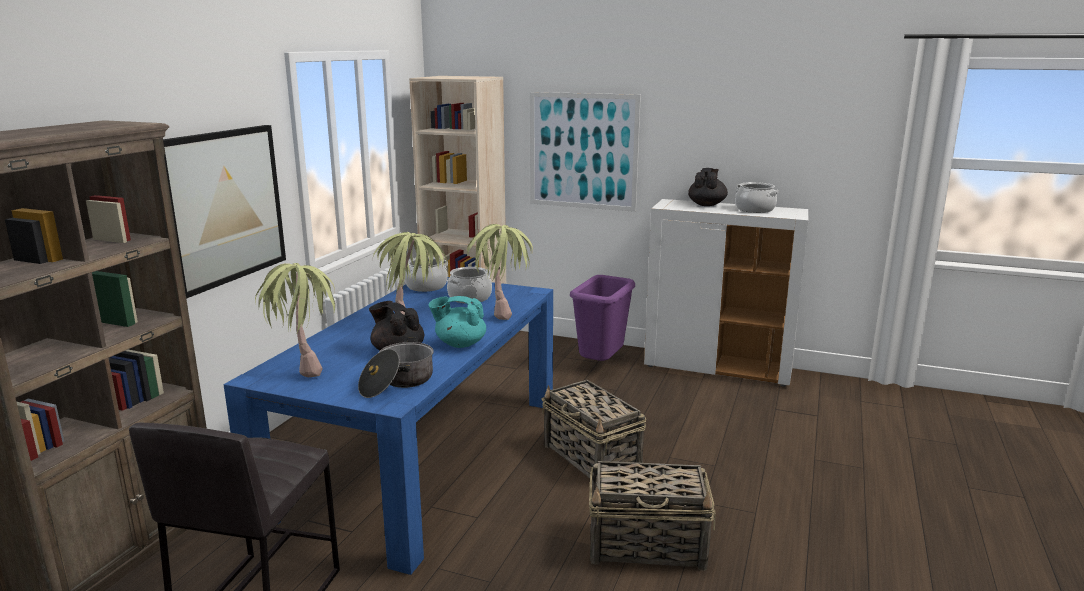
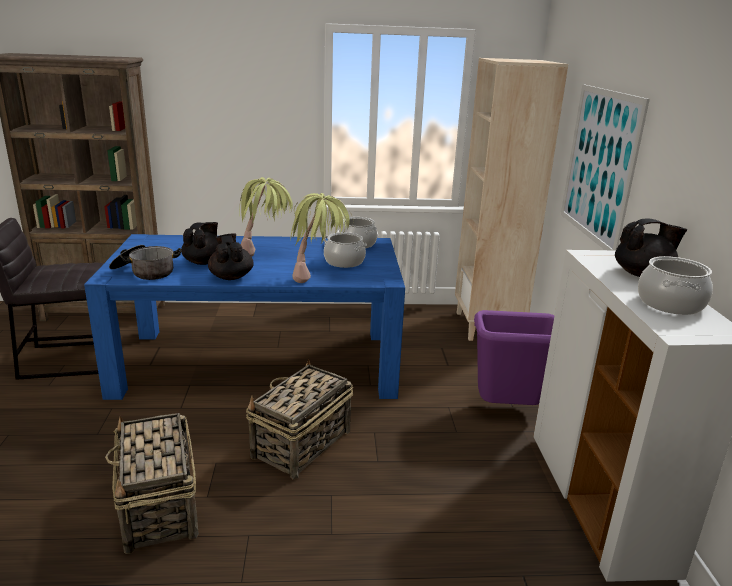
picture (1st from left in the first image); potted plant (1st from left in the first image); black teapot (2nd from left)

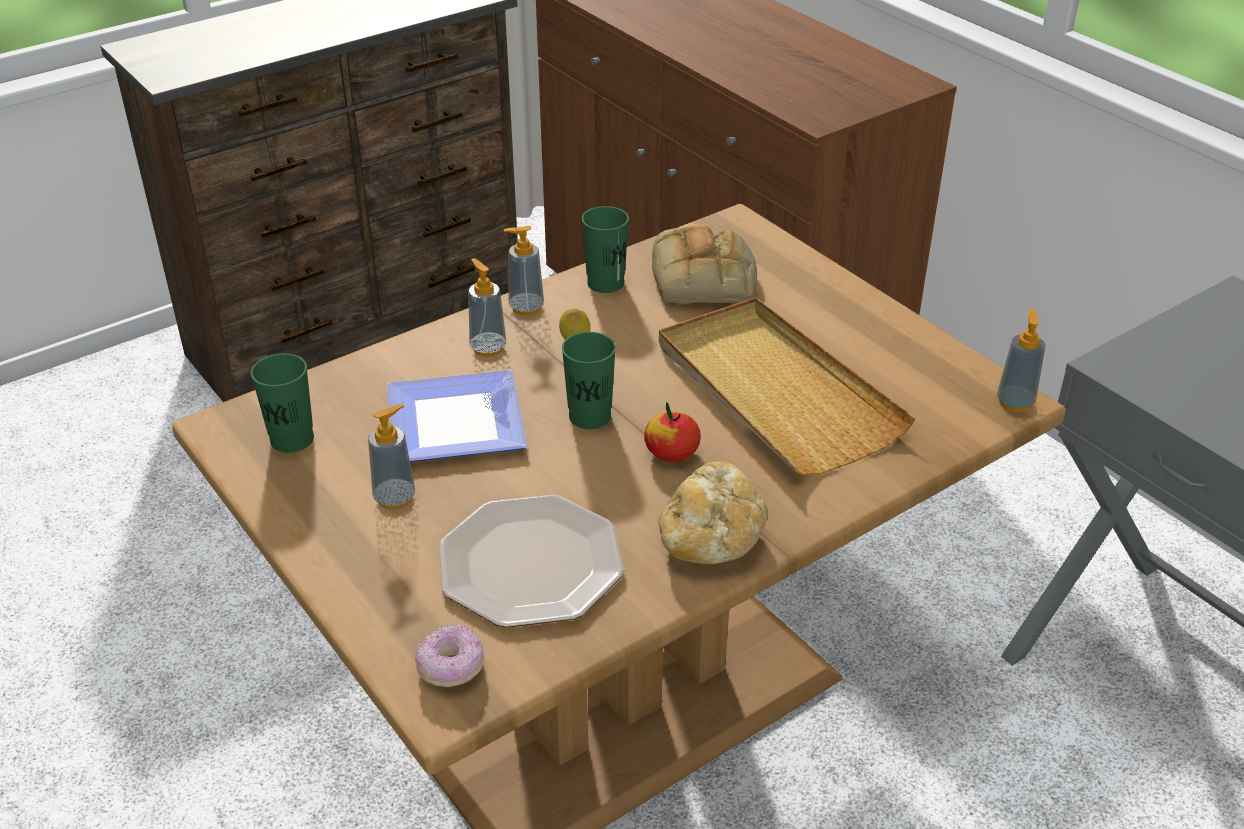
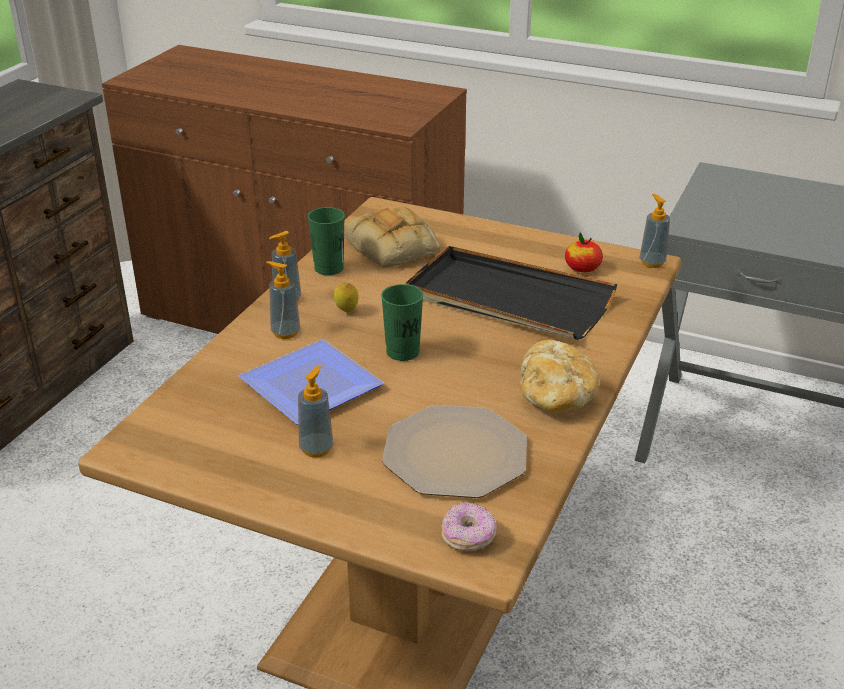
green cup (1st from left in the first image); apple; black tray

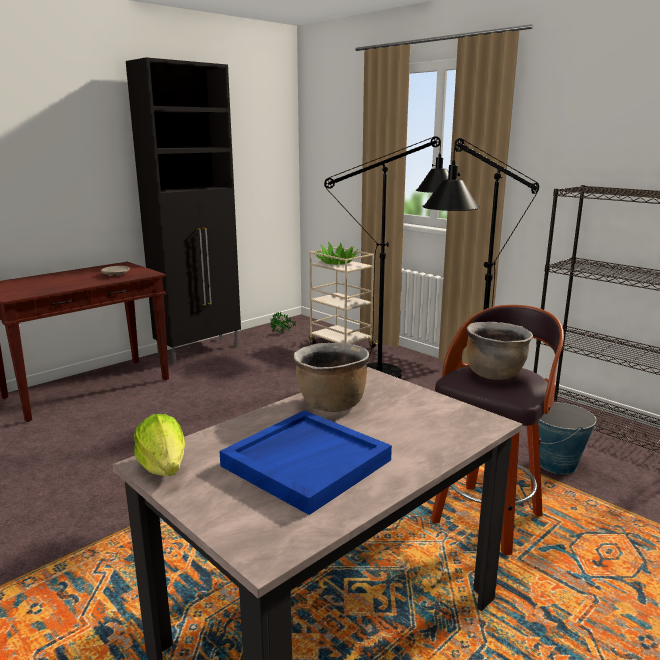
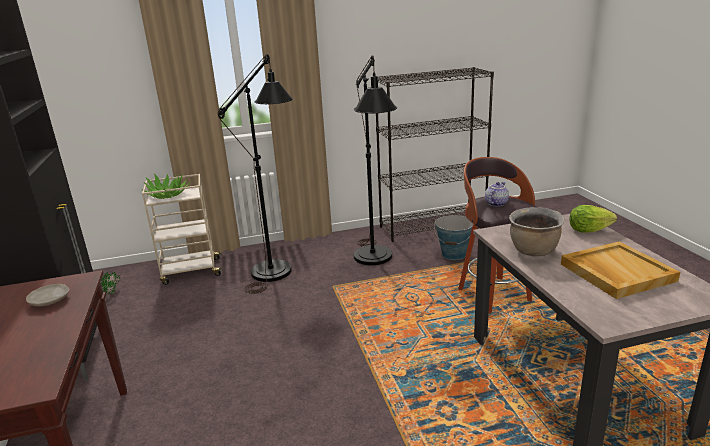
lettuce; beige tray; teapot

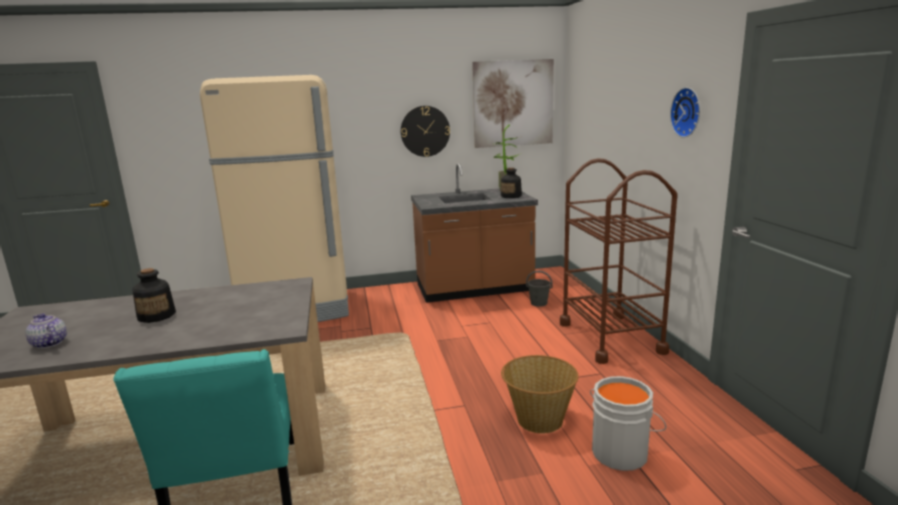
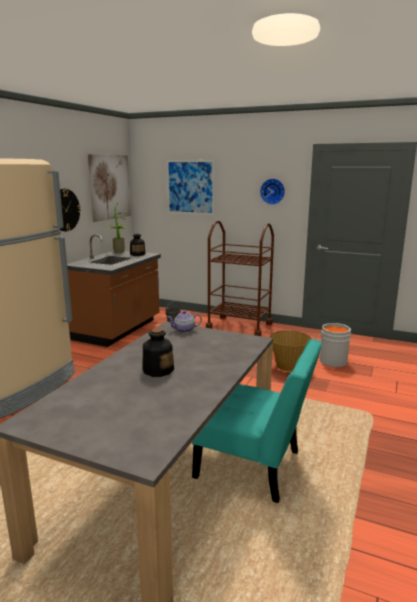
teapot; picture (2nd from left)

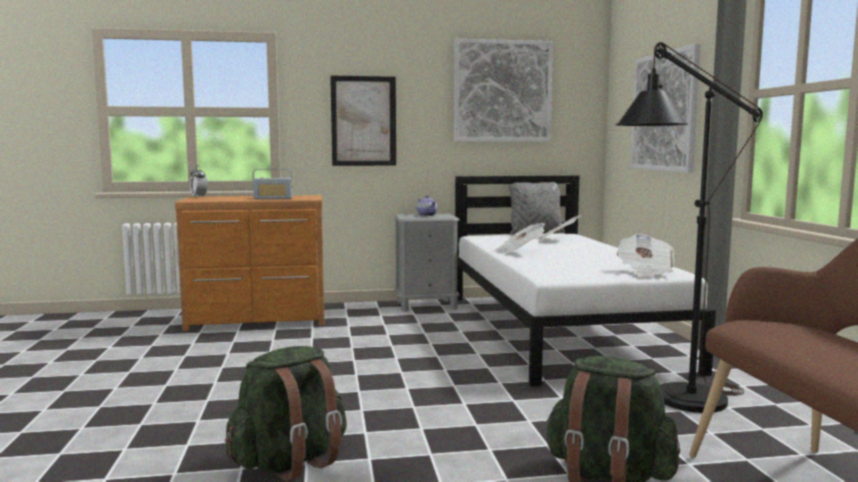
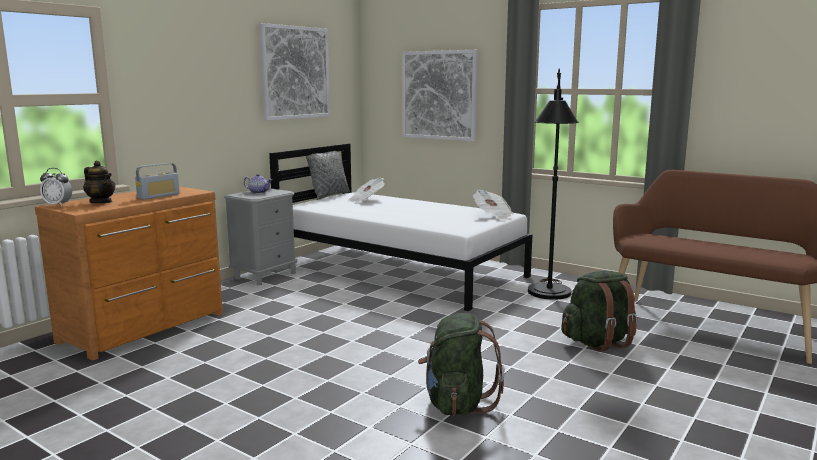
picture (1st from left in the first image); newspaper (1st from left in the first image); teapot (1st from left)

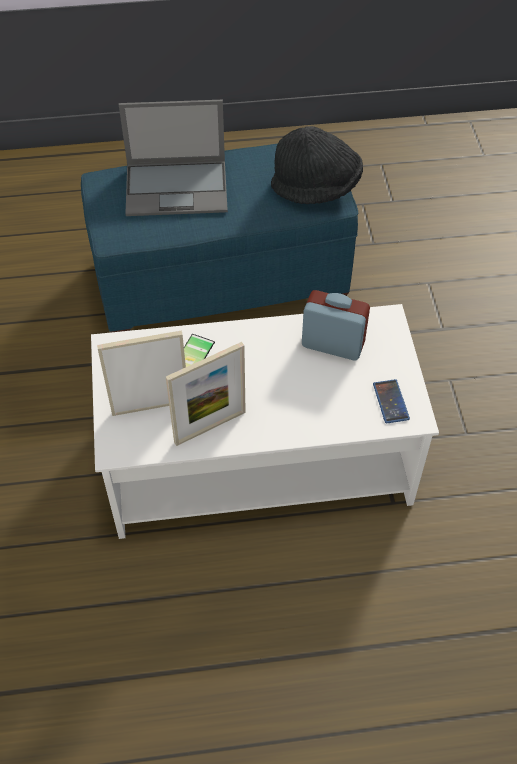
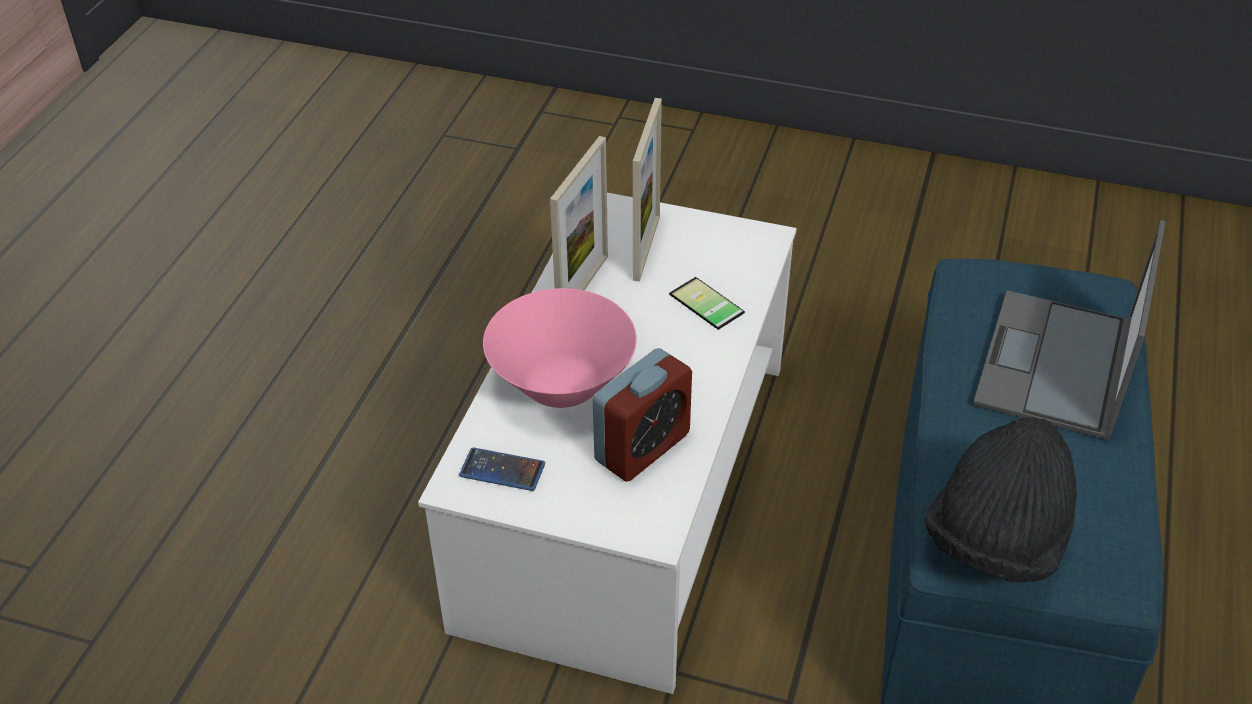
picture frame (1st from left); pink bowl

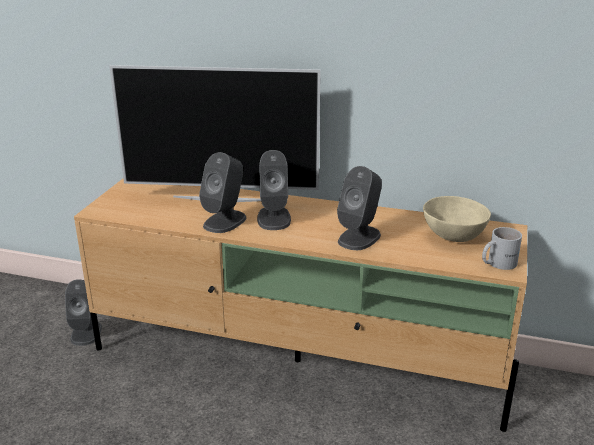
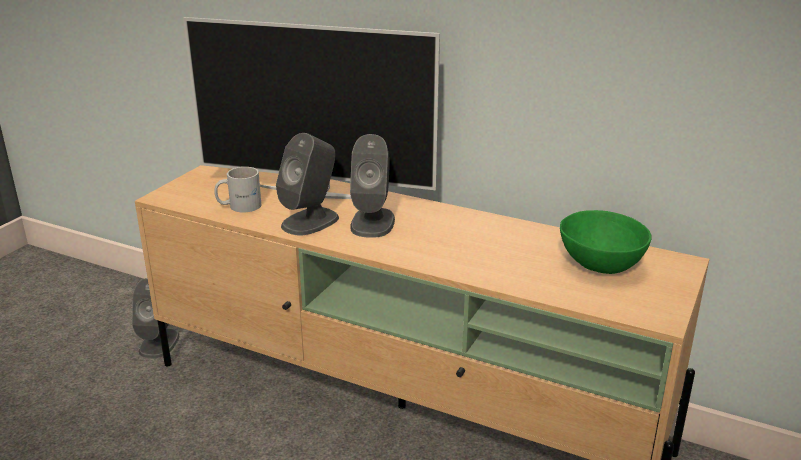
grey speaker (4th from left in the first image); green bowl; white mug

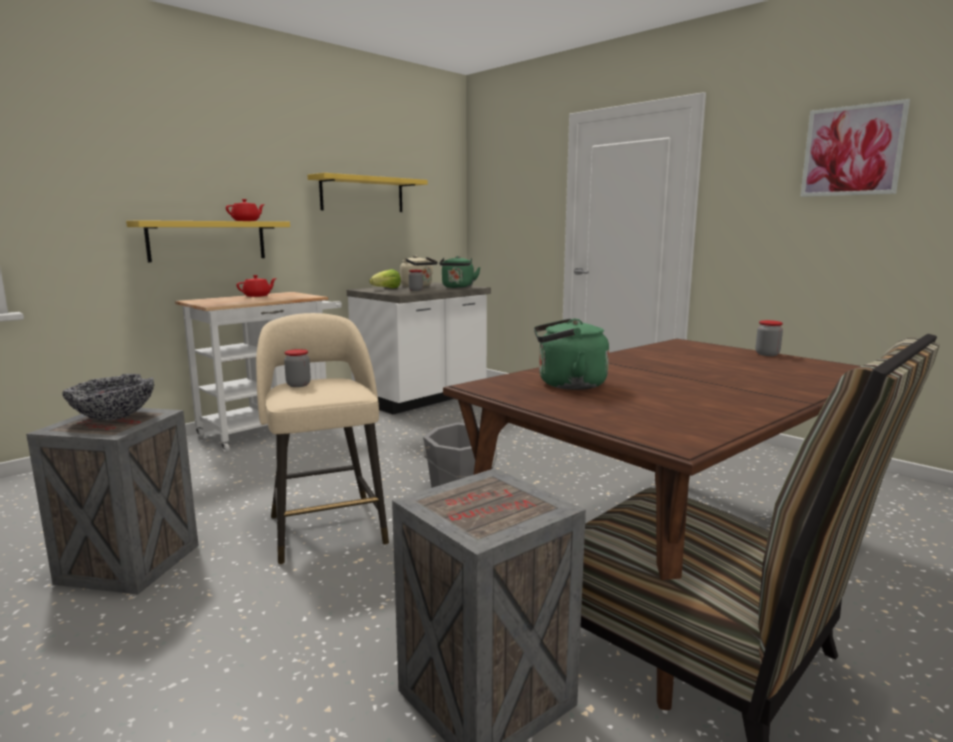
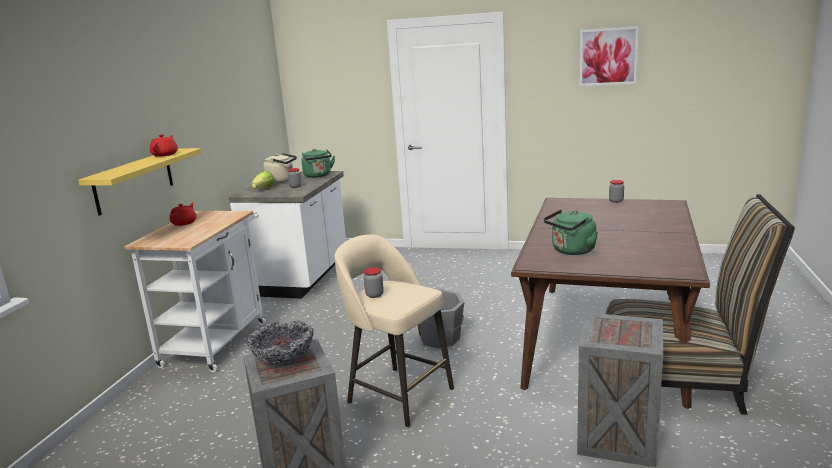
yellow shelf (2nd from left in the first image)

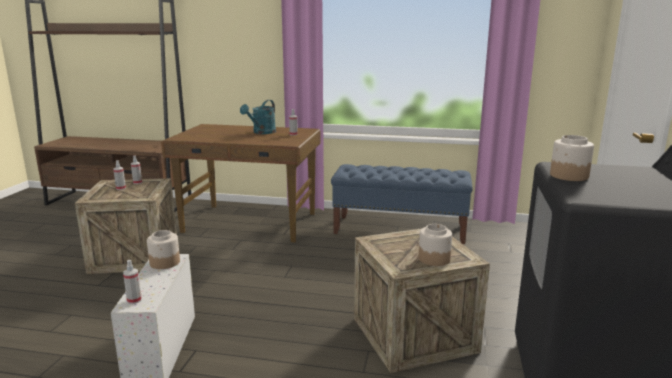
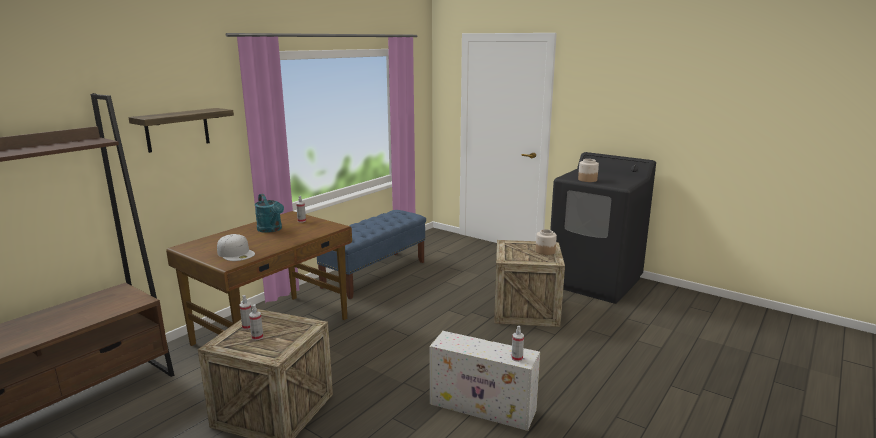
jar (1st from left in the first image); shelf; white cap

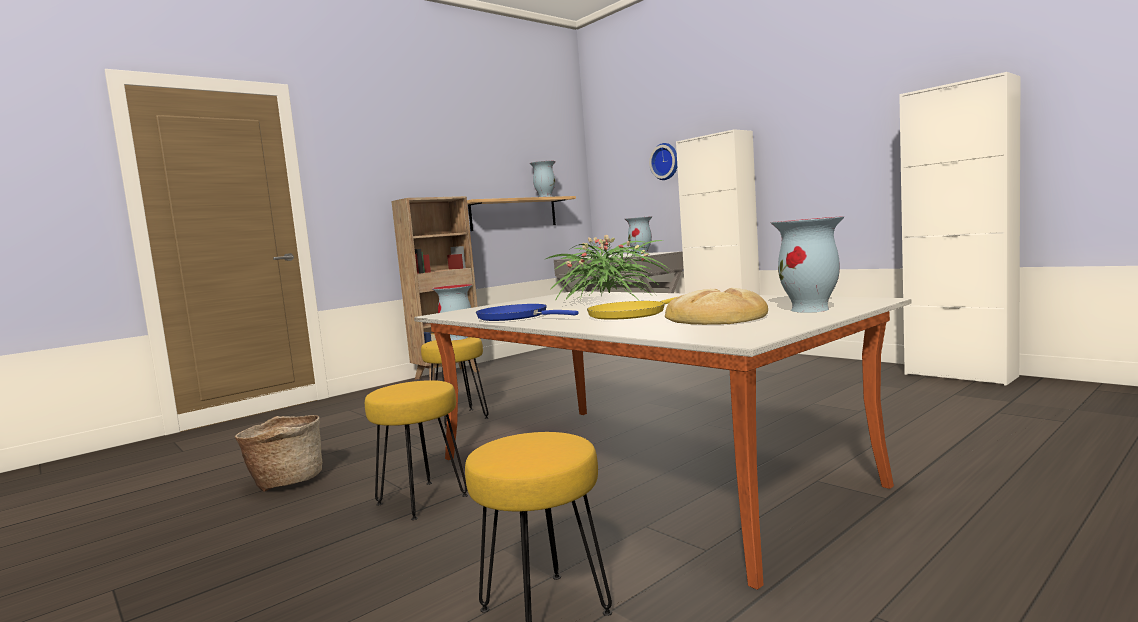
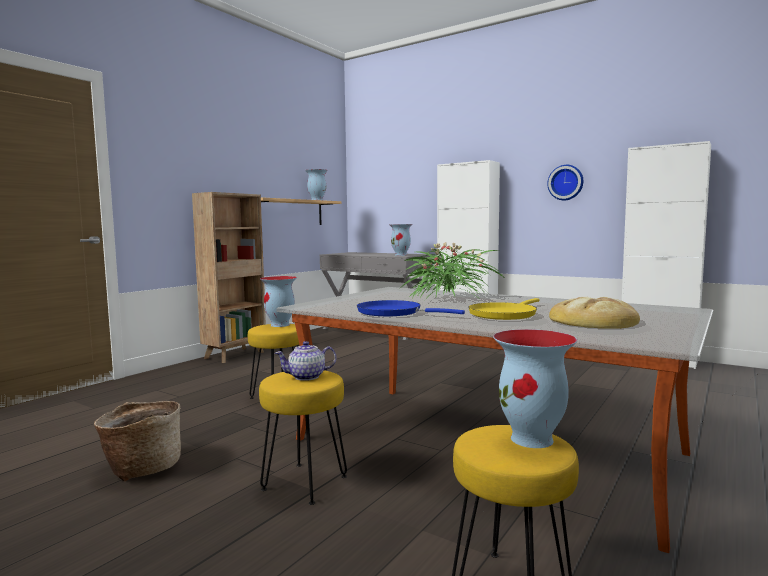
wall clock; vase (4th from left); teapot

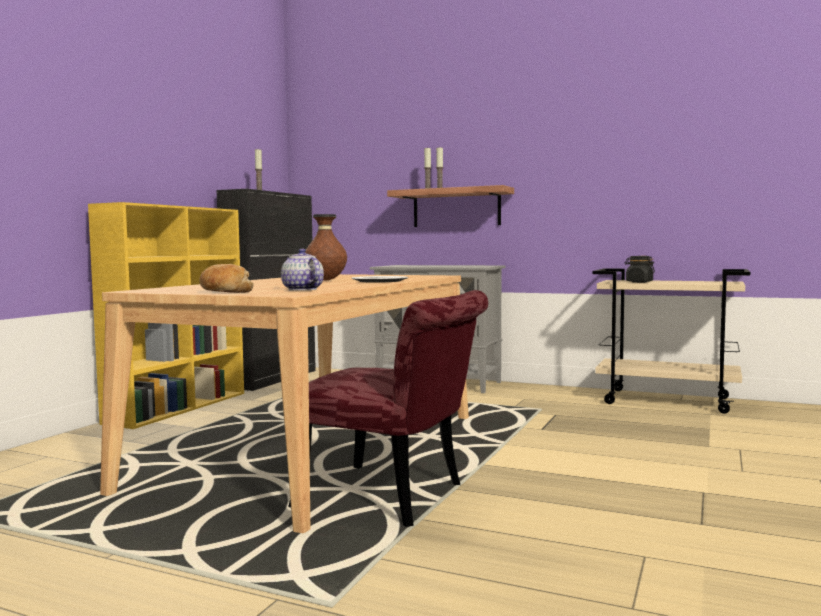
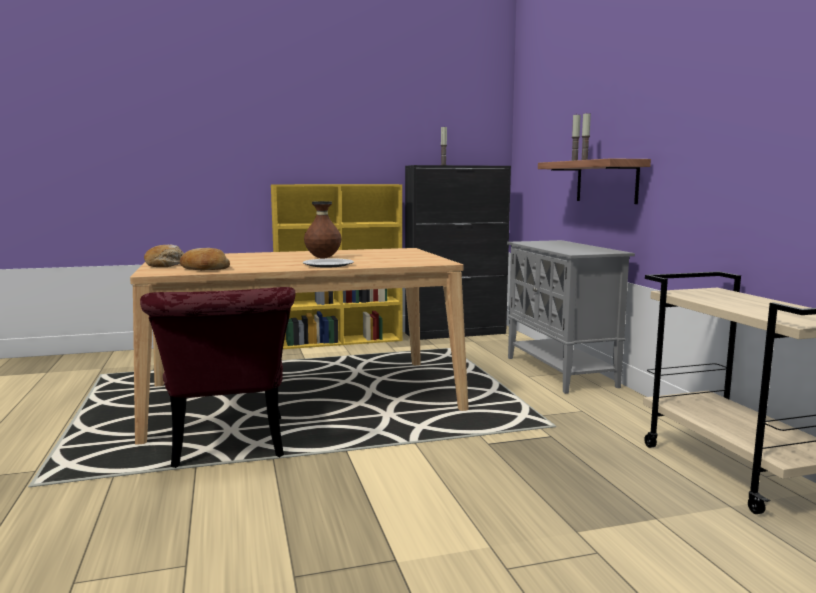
bread (2nd from left); black jar

